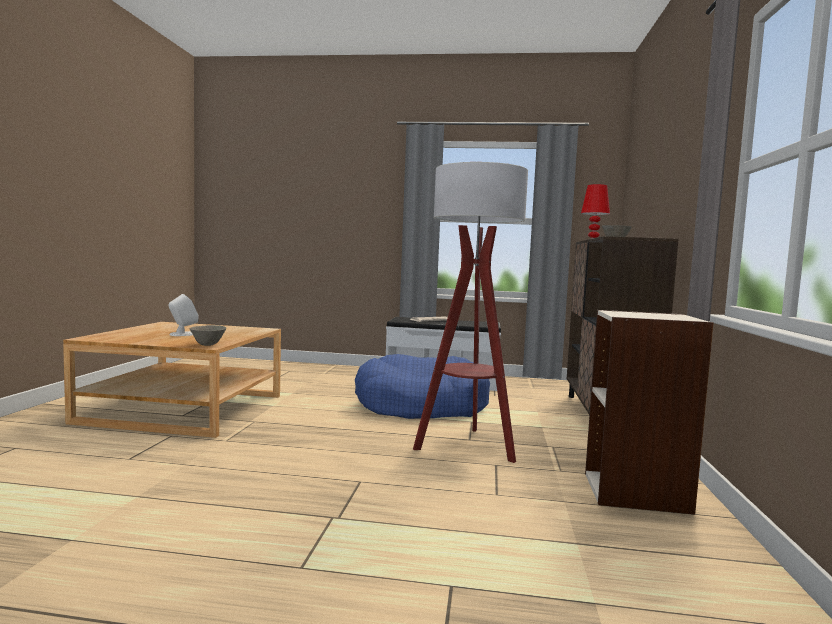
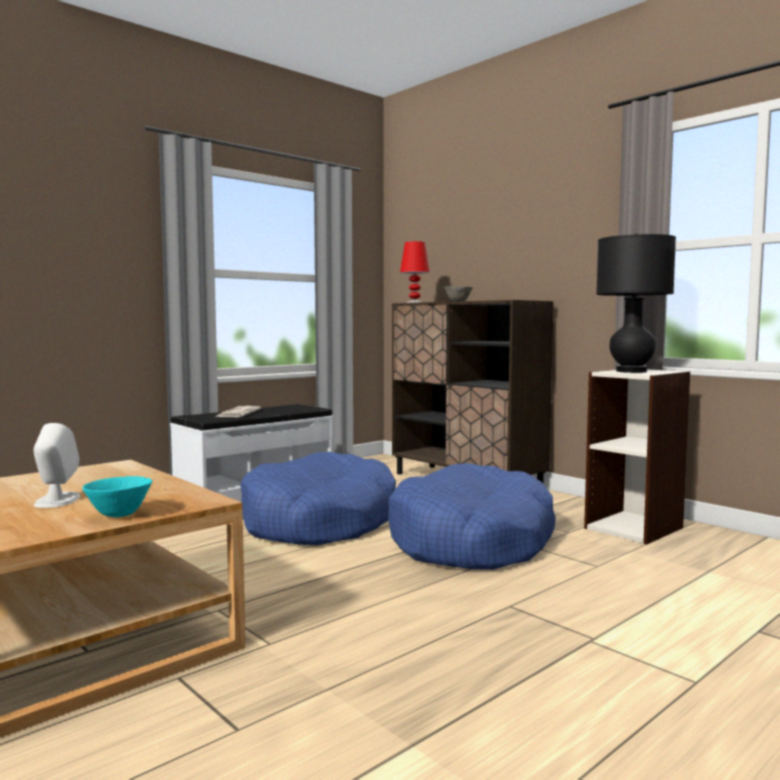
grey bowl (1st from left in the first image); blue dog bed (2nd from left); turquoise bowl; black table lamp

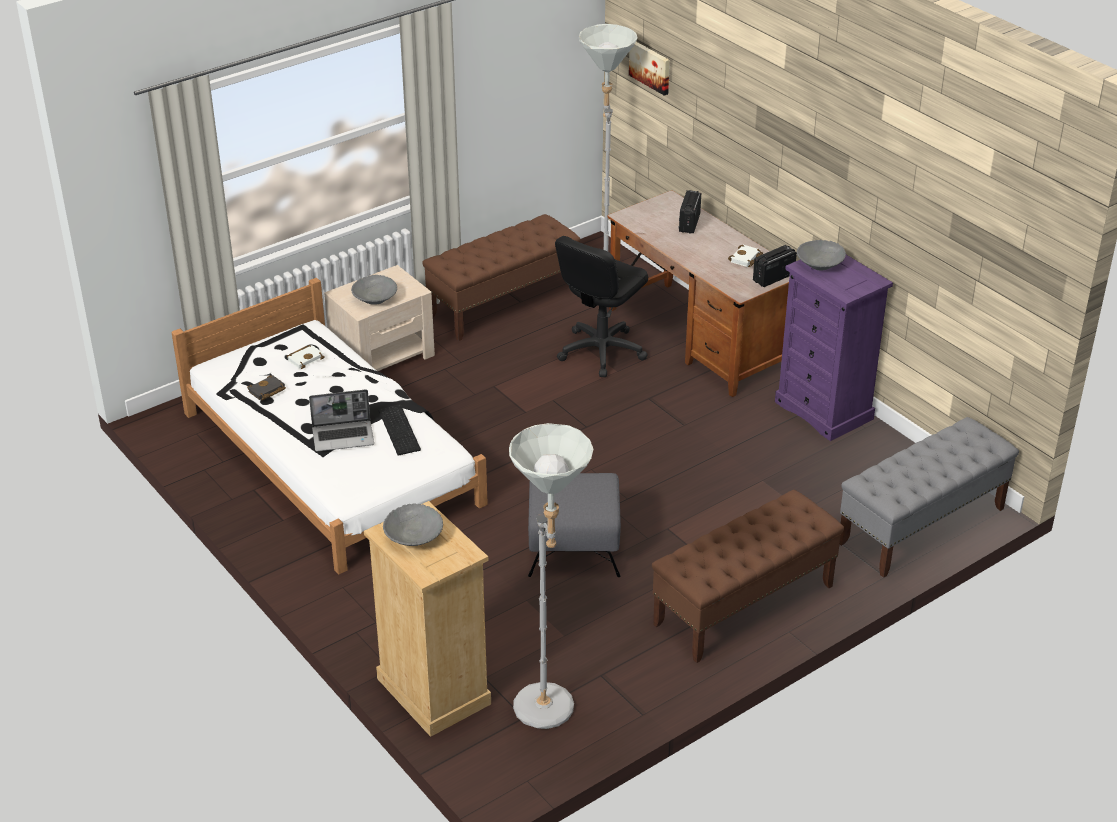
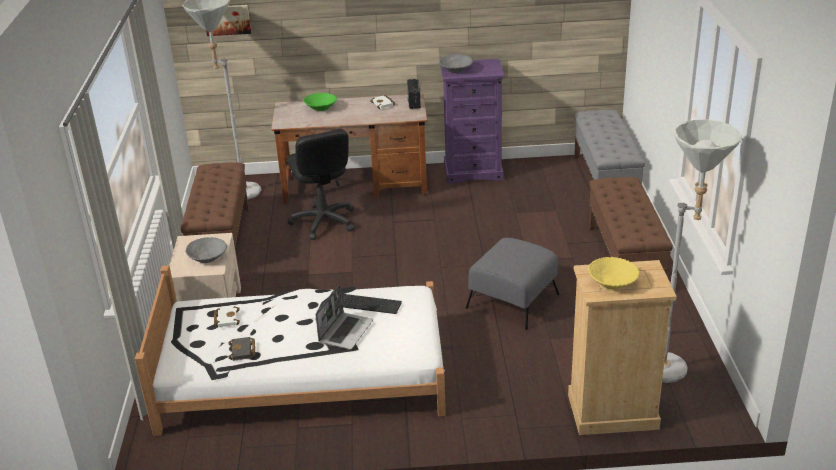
yellow bowl; green bowl

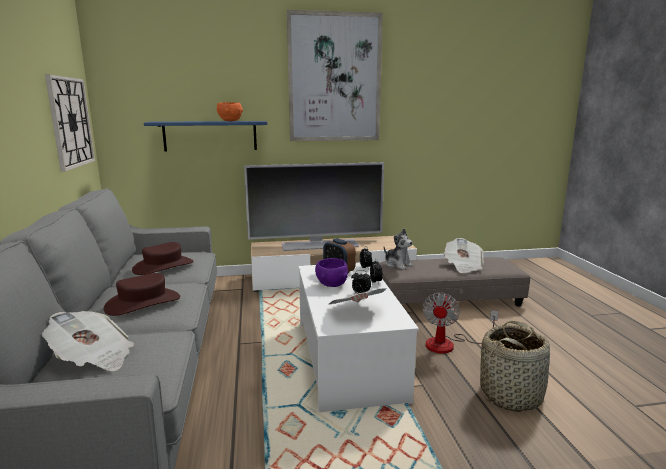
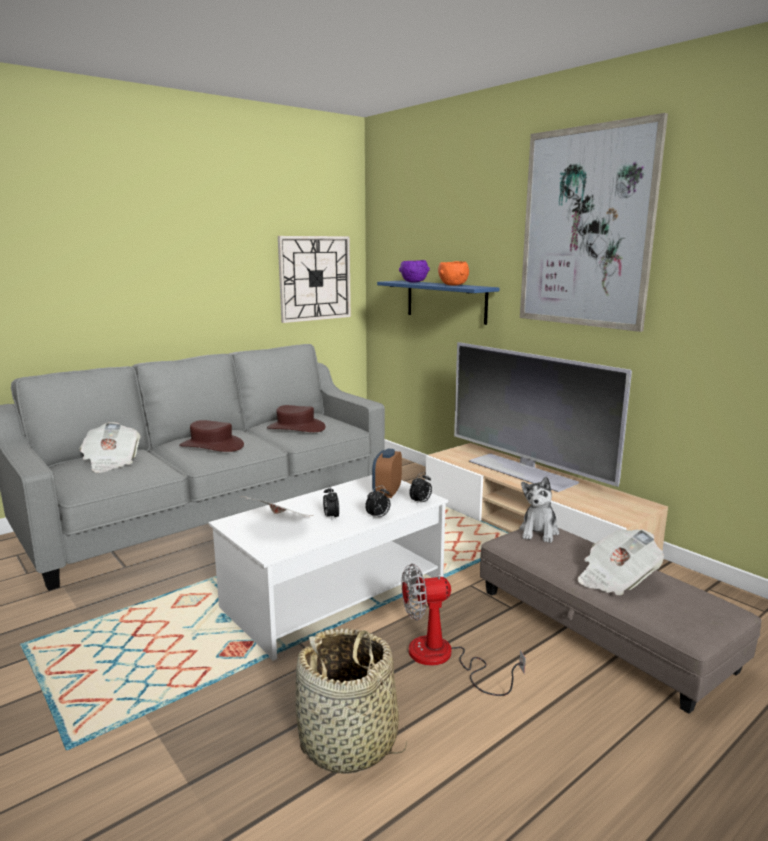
purple bowl

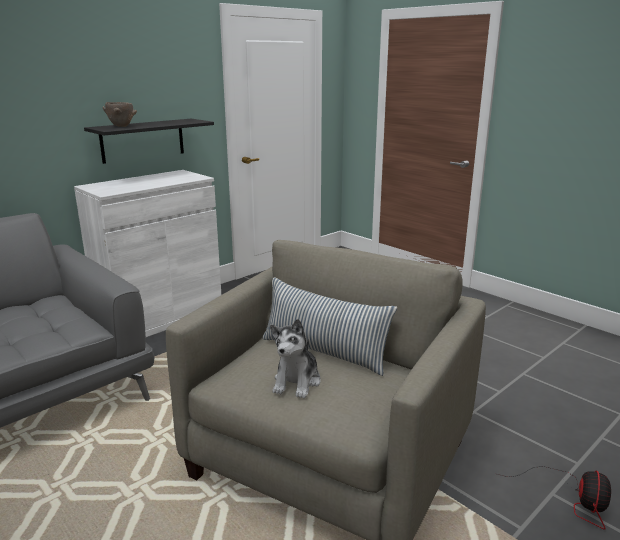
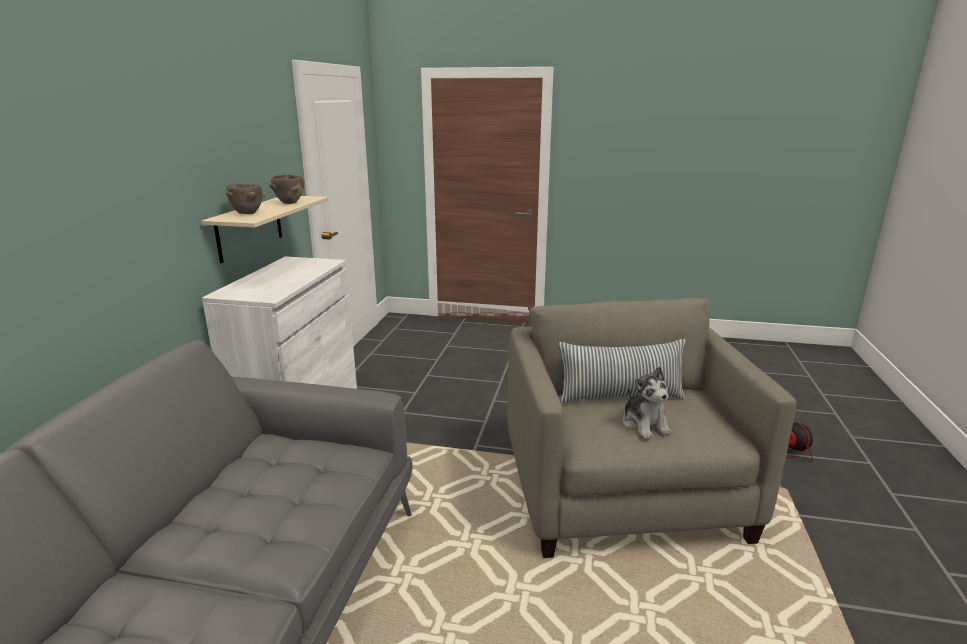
beige shelf; brown bowl (2nd from left)

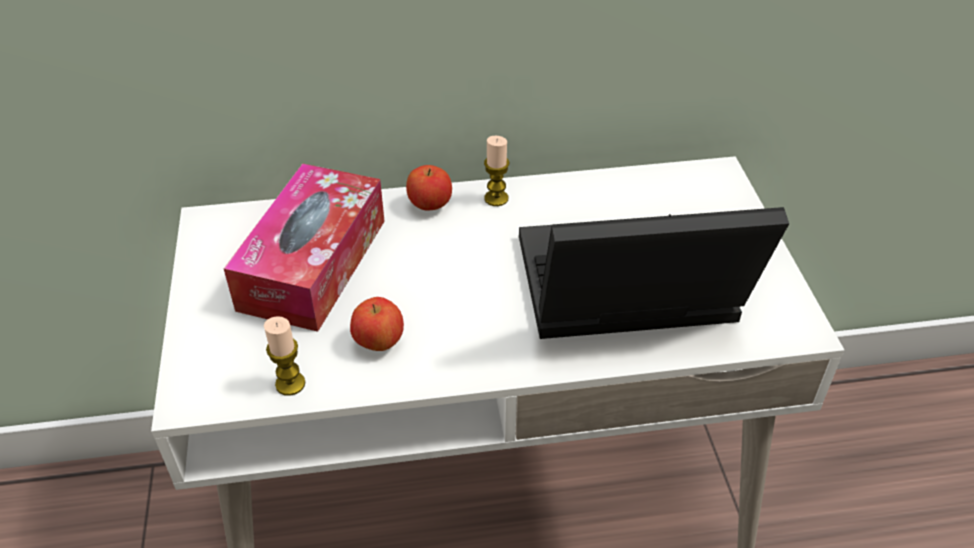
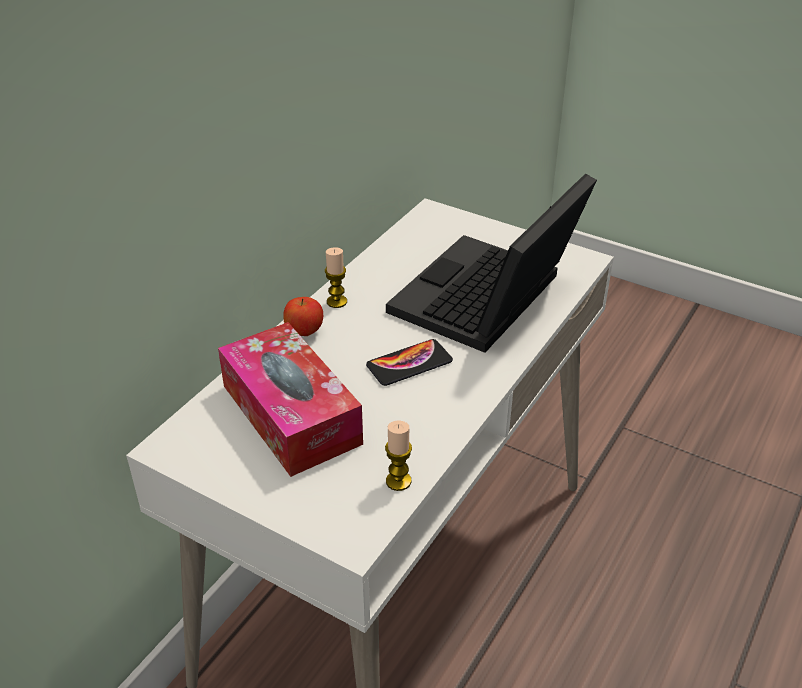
apple (1st from left in the first image); phone

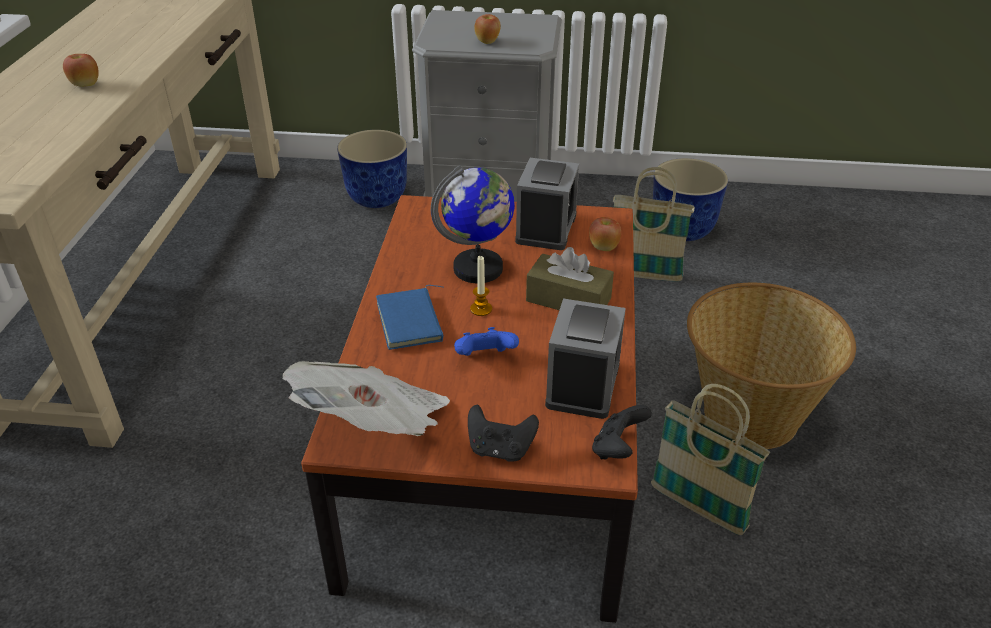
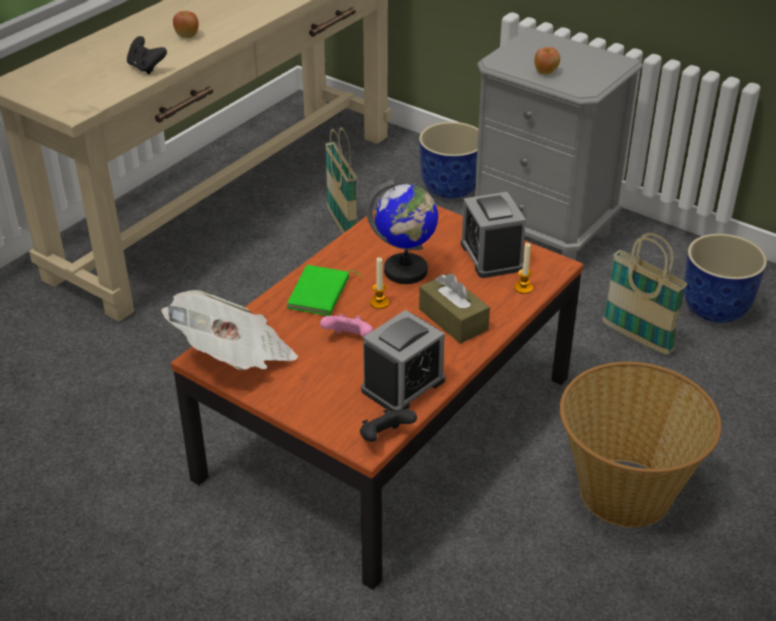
green book; pink game controller; black game controller (1st from left); alarm clock (2nd from left); candle (2nd from left); basket (1st from left)

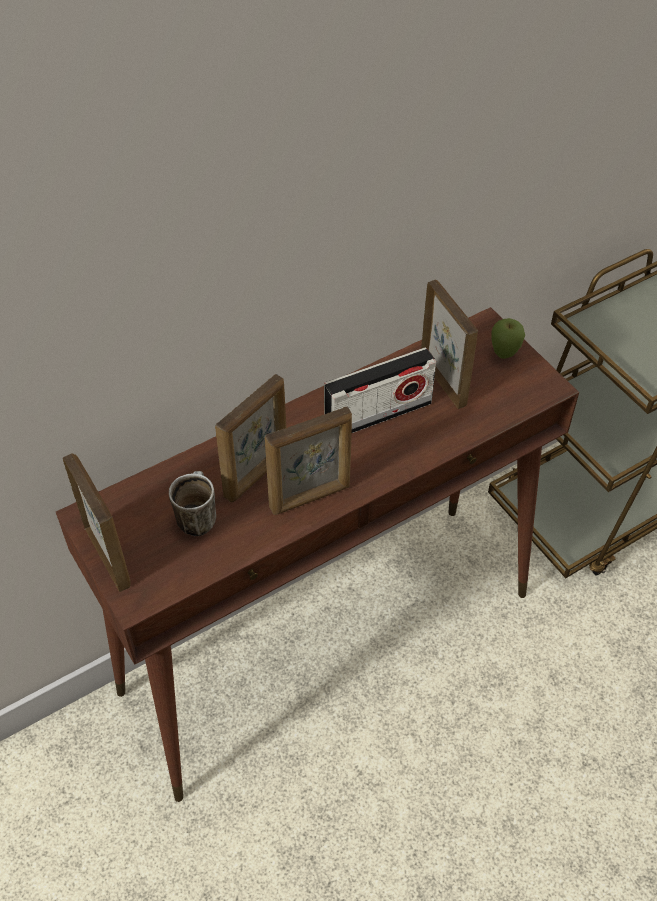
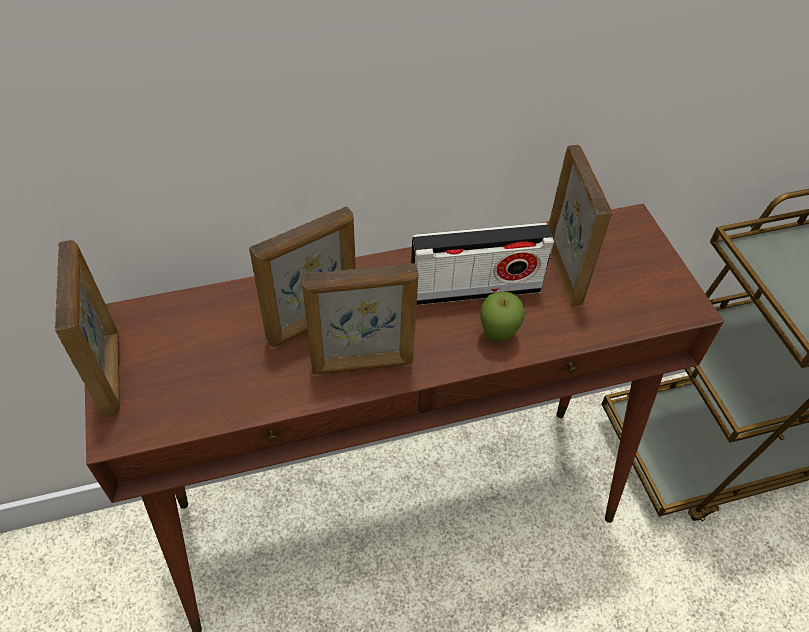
mug; apple

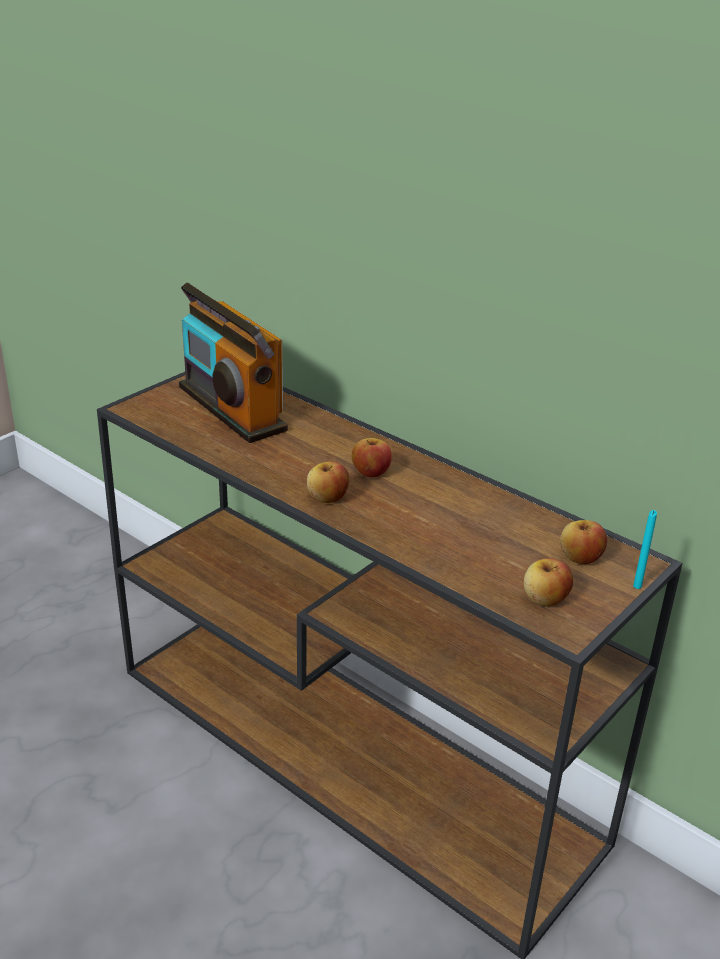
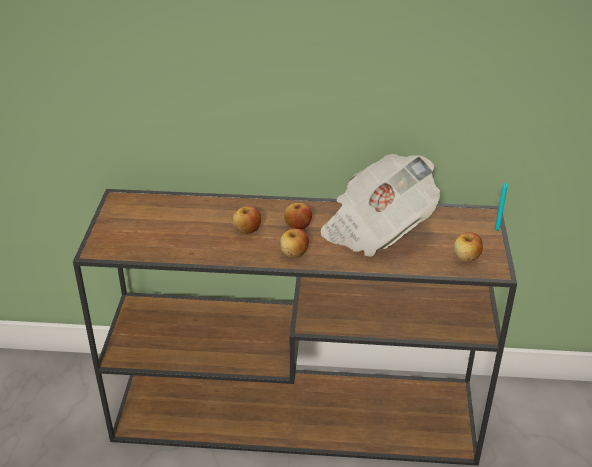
radio; apple (1st from left); newspaper

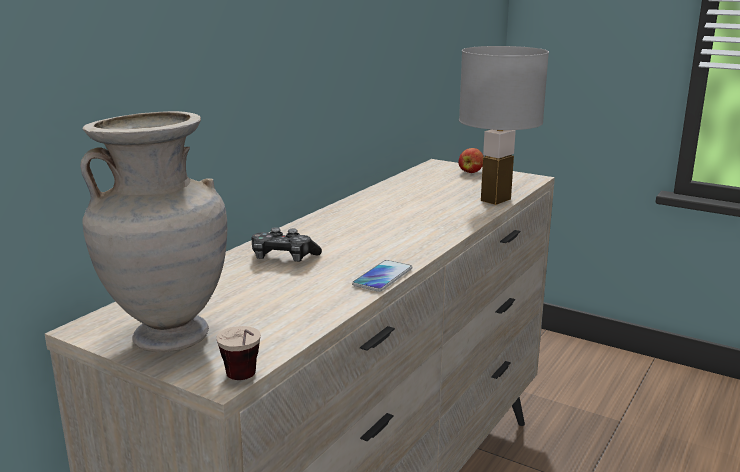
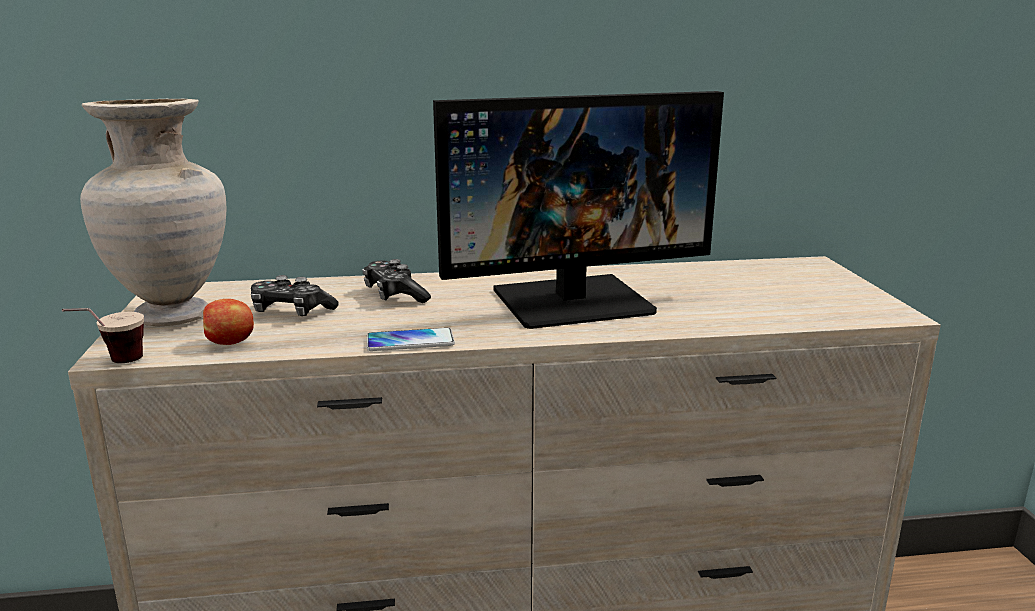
apple; white table lamp; game controller (1st from left); monitor

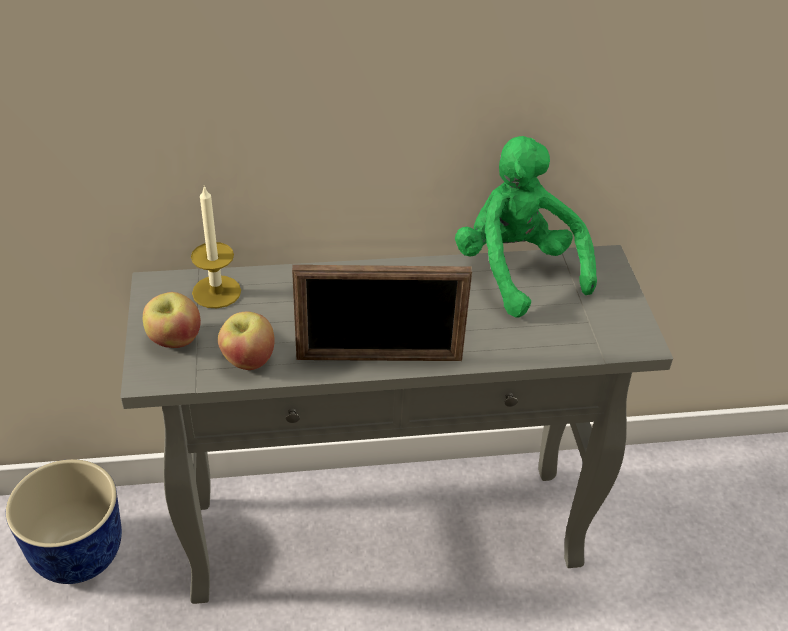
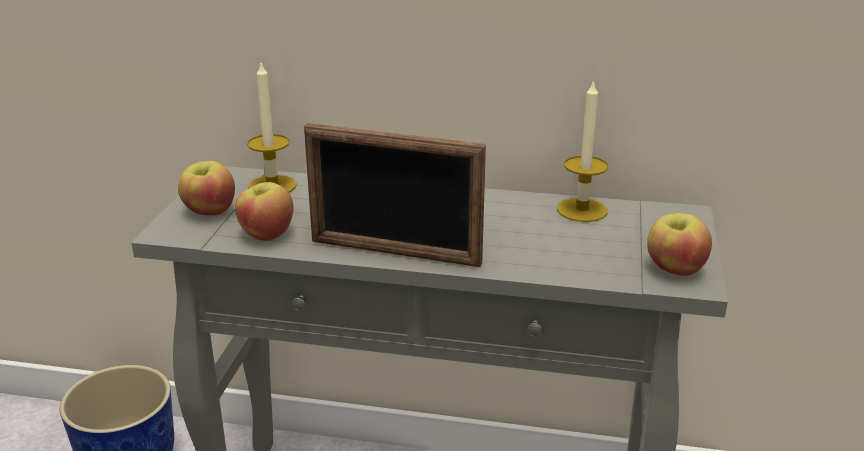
candle (2nd from left); apple (3rd from left)

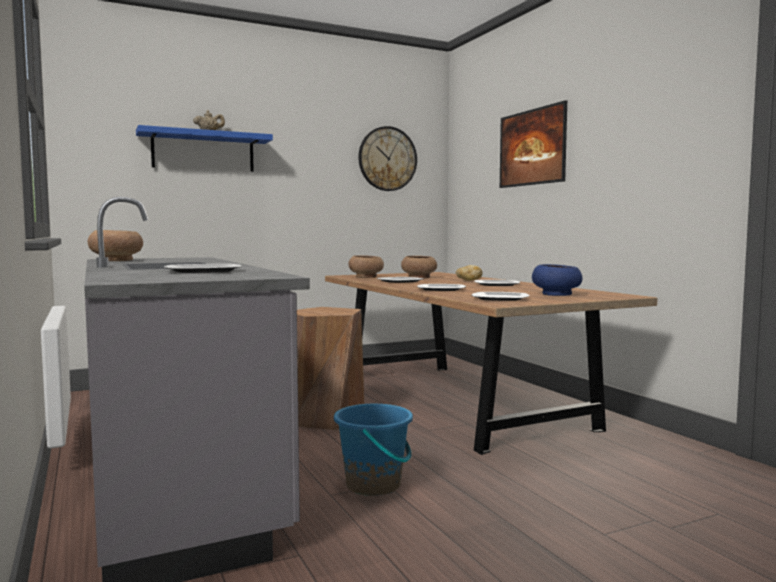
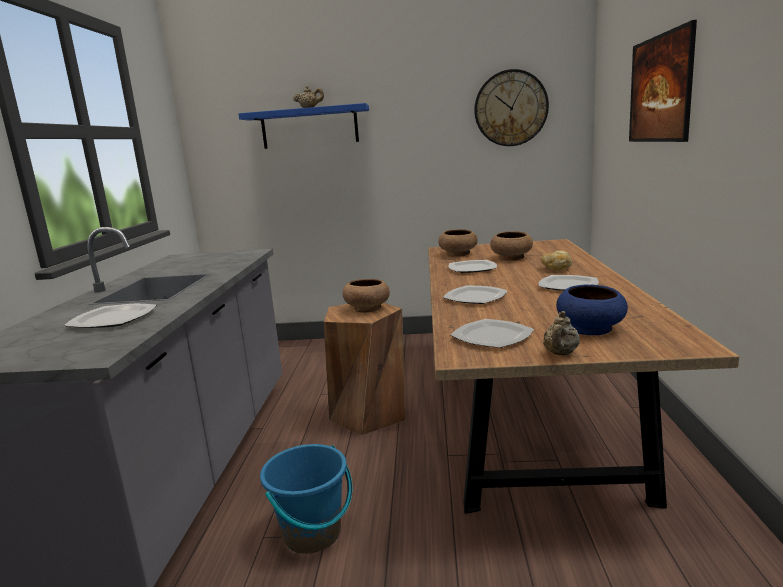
brown bowl (1st from left); beige teapot (2nd from left)

